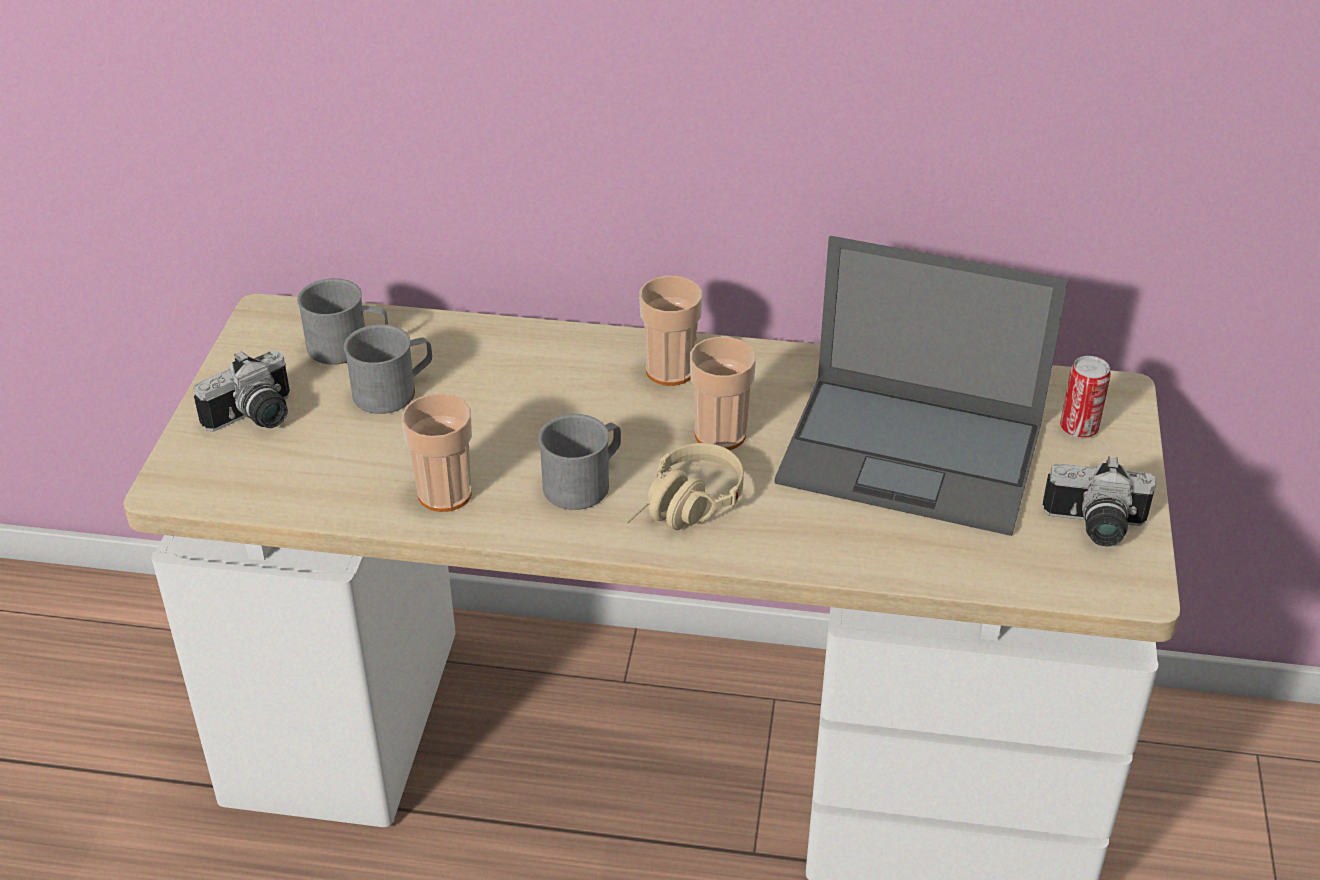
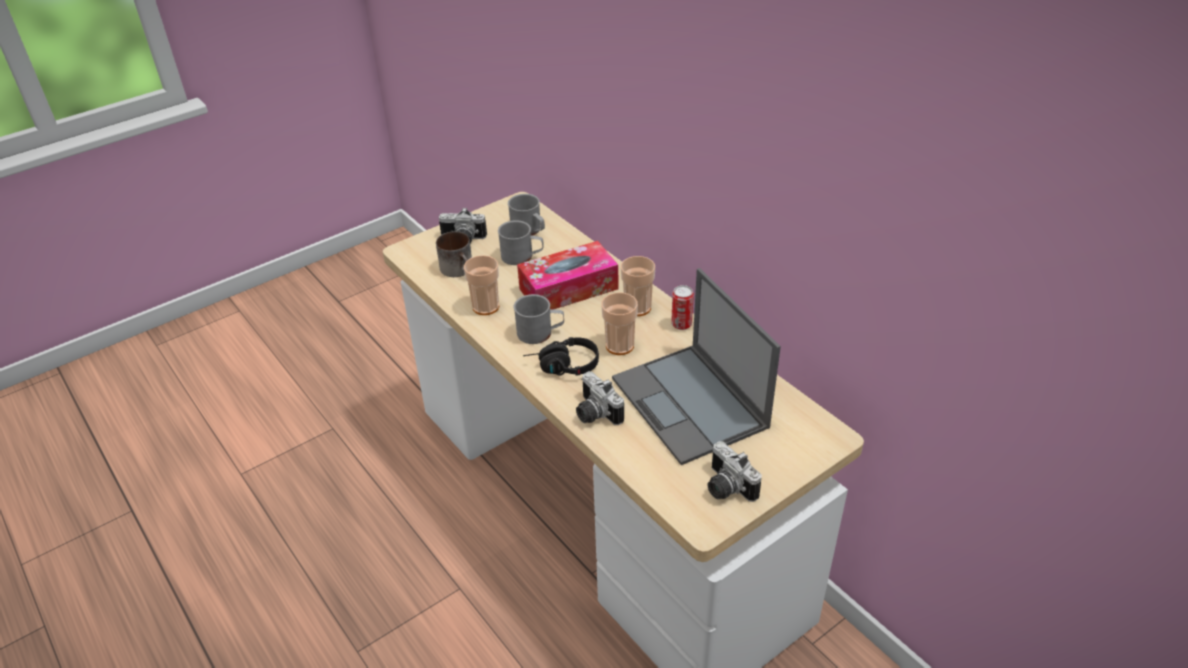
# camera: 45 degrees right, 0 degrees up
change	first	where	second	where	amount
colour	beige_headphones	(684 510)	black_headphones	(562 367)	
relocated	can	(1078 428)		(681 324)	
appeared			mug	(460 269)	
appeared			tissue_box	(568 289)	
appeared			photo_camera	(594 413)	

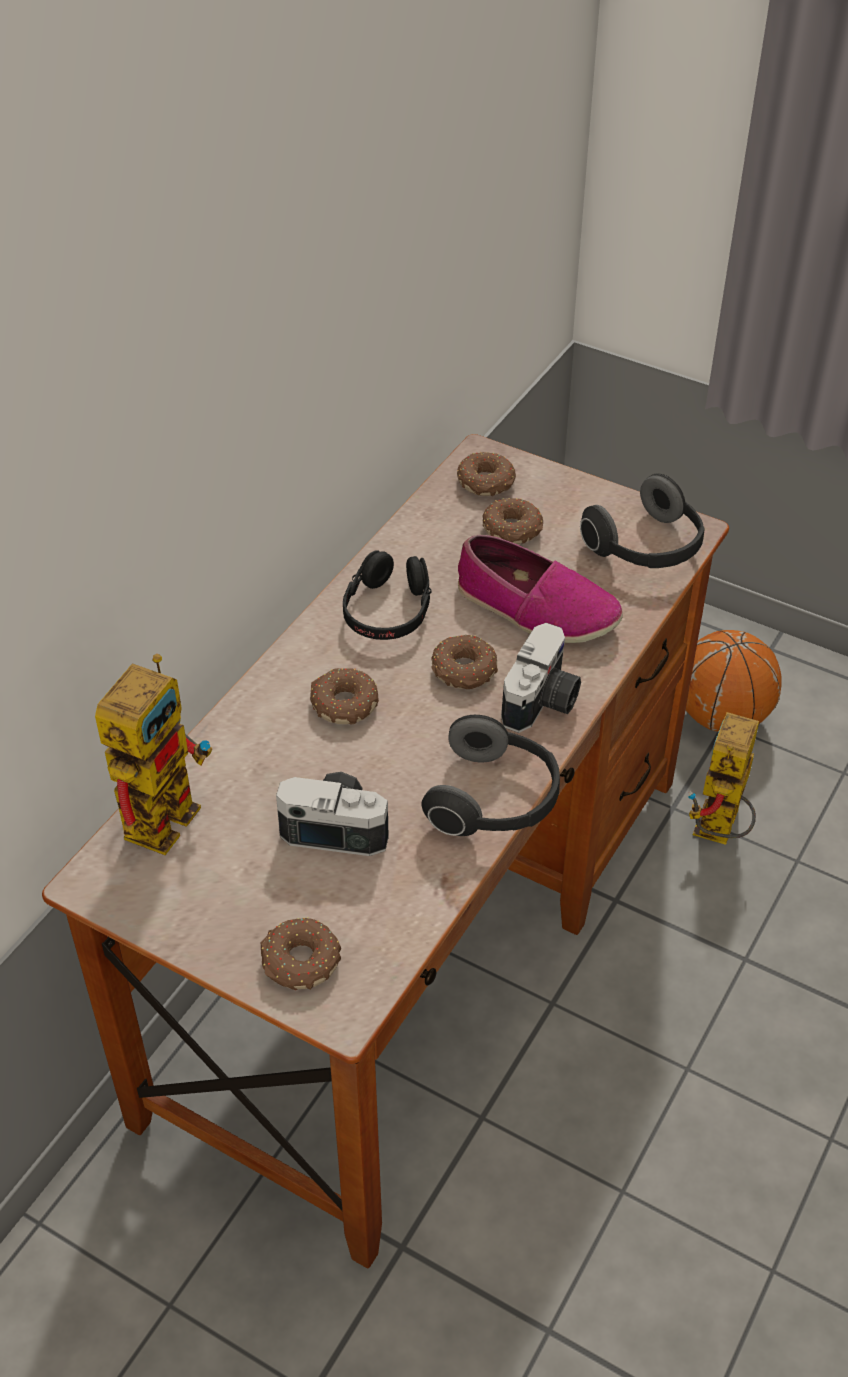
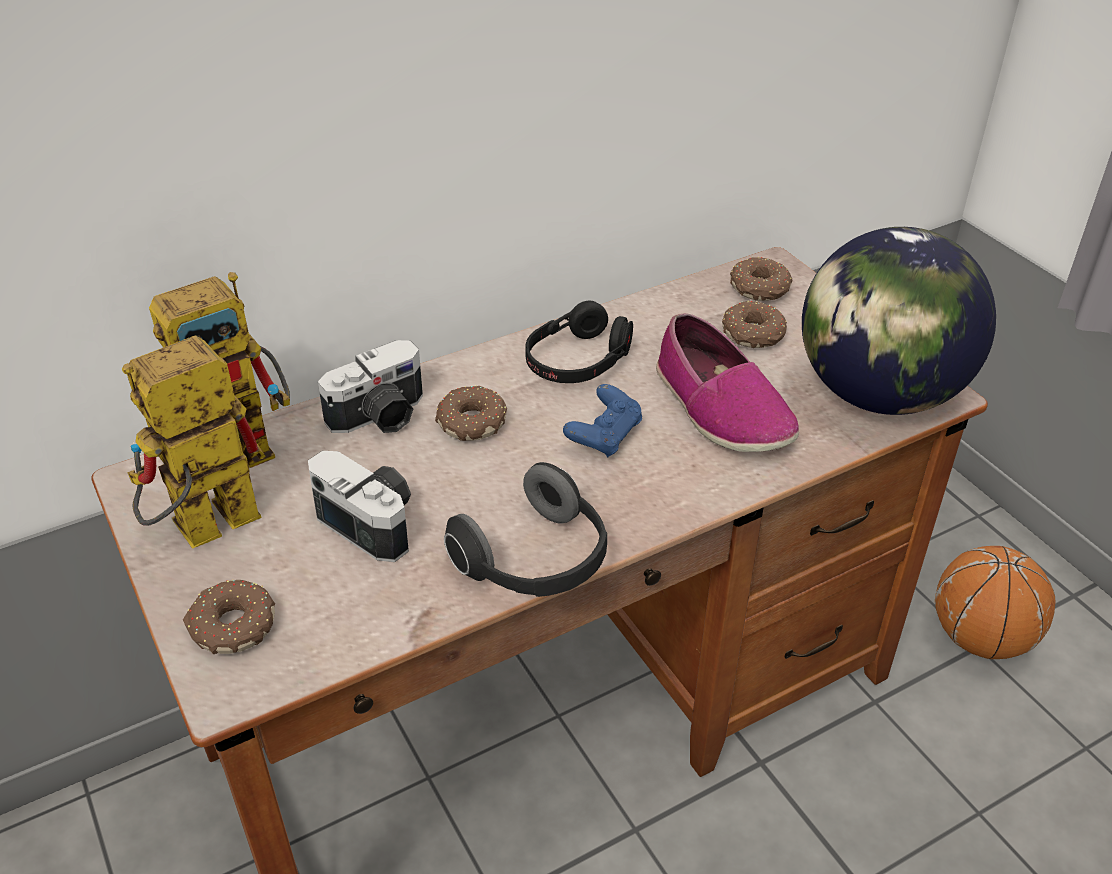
# camera: 30 degrees right, 5 degrees down
change	first	where	second	where	amount
exchanged	donut	(464 671)	blue_game_controller	(604 436)	
relocated	photo_camera	(543 702)		(381 417)	
exchanged	headphones	(647 548)	globe	(879 394)	
relocated	toy_robot	(718 833)		(203 533)	

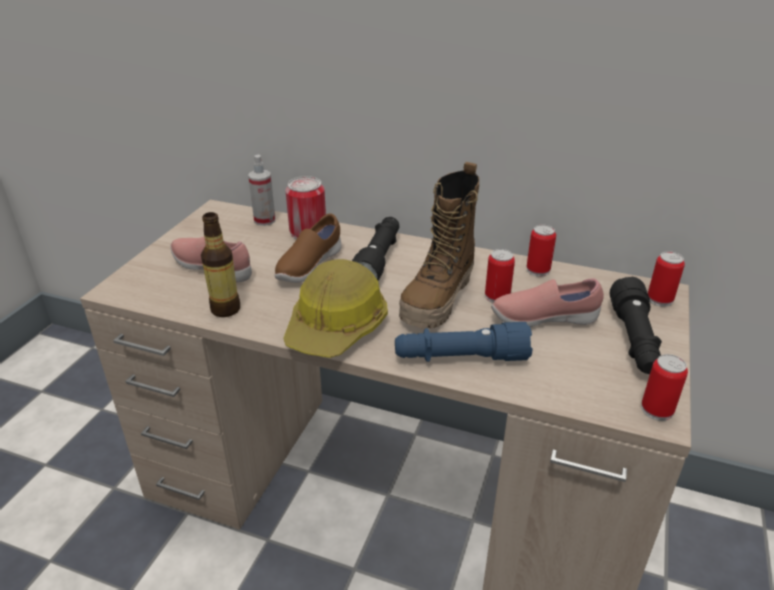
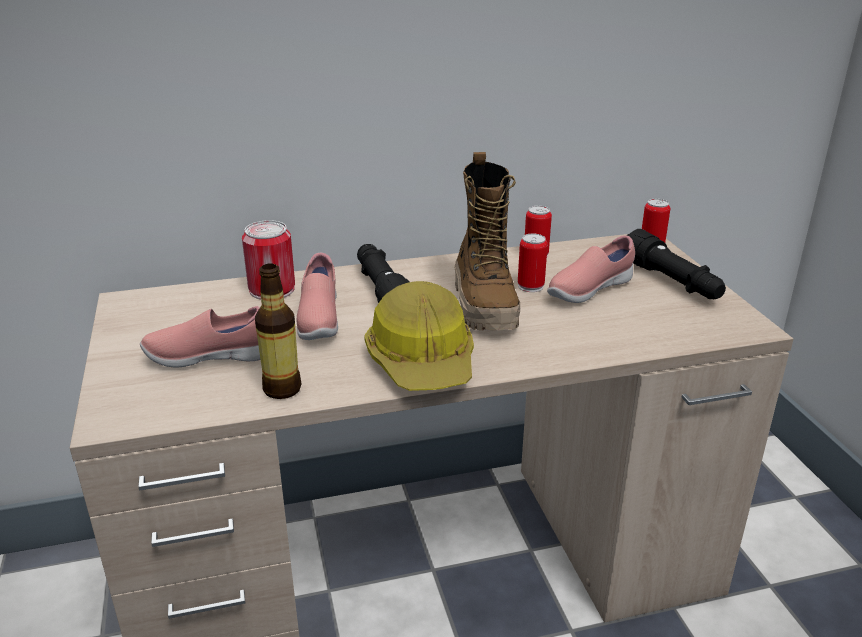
# camera: 35 degrees left, 5 degrees down
change	first	where	second	where	amount
missing	spray_bottle	(264 220)			
colour	brown_shoe	(308 266)	pink_shoe	(318 320)	
missing	blue_flashlight	(460 358)			
missing	can	(657 410)			

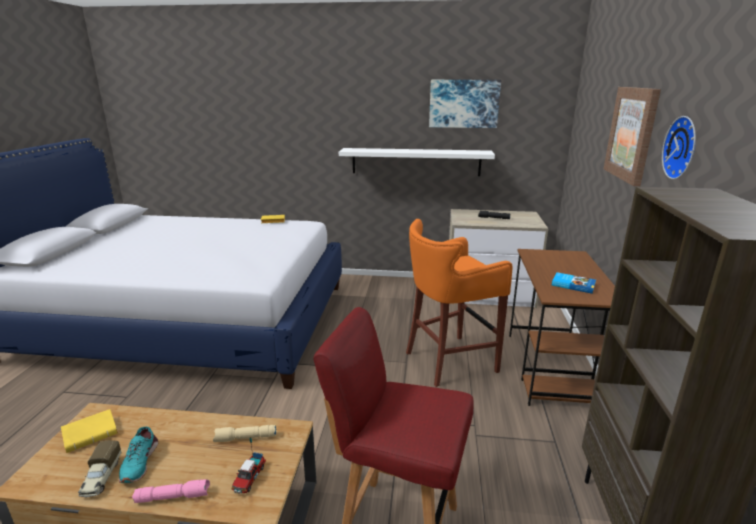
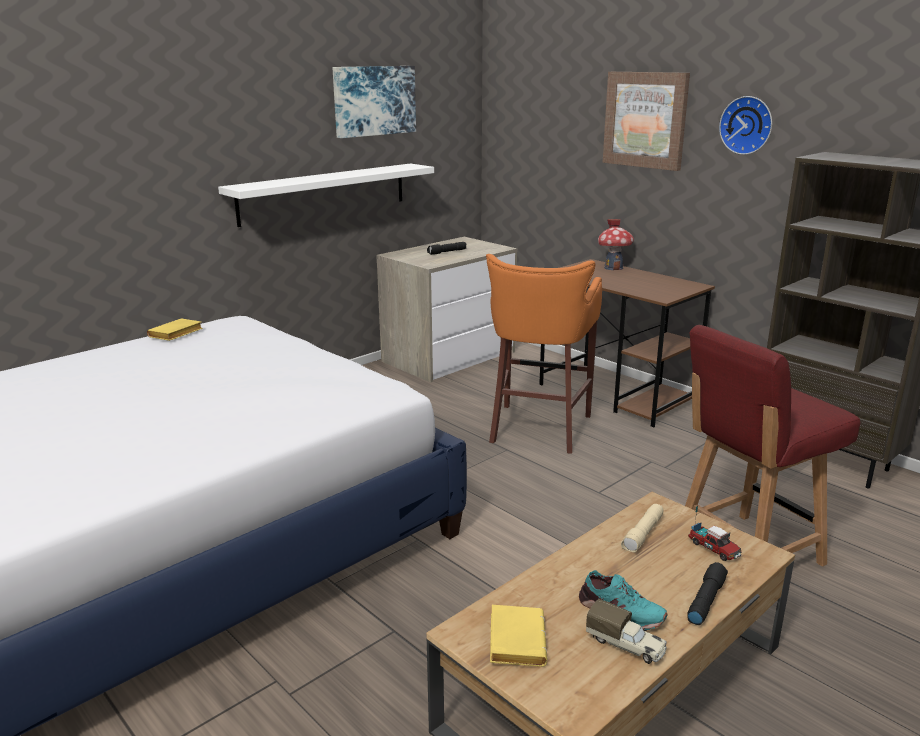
# camera: 50 degrees left, 0 degrees up
change	first	where	second	where	amount
colour	pink_flashlight	(174 496)	black_flashlight	(705 600)	
missing	book	(573 285)			
appeared			toy_house	(613 267)	

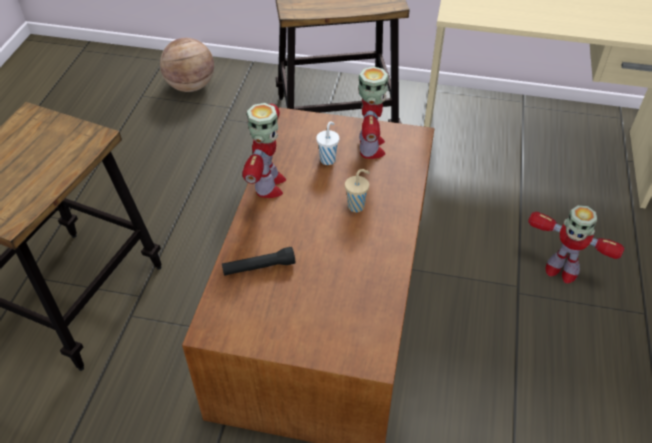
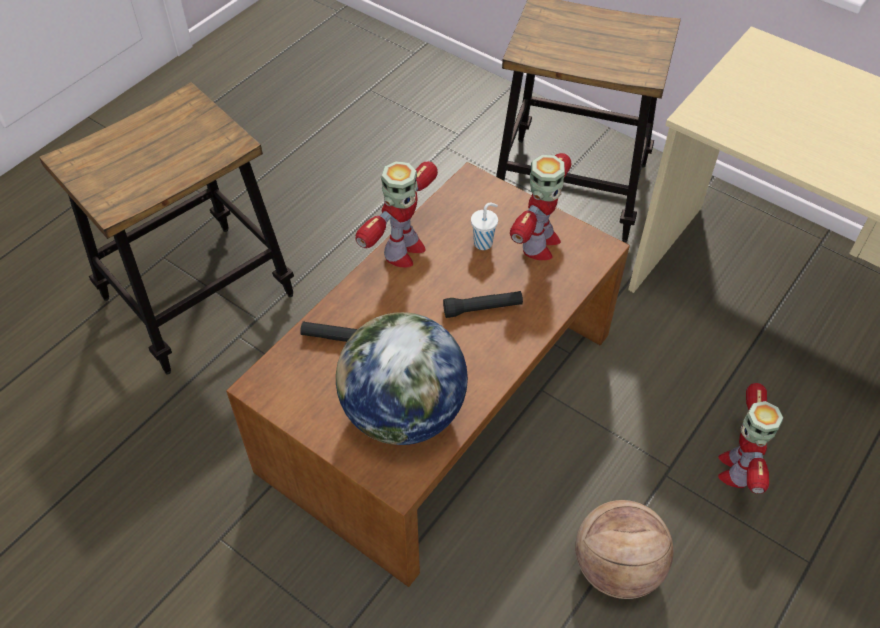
# camera: 25 degrees right, 5 degrees up
change	first	where	second	where	amount
relocated	basketball	(190 86)		(616 567)	
exchanged	beige_cup	(357 206)	black_flashlight	(482 308)	
spun	toy_robot	(560 270)		(735 468)	45 degrees clockwise
appeared			globe	(403 413)	

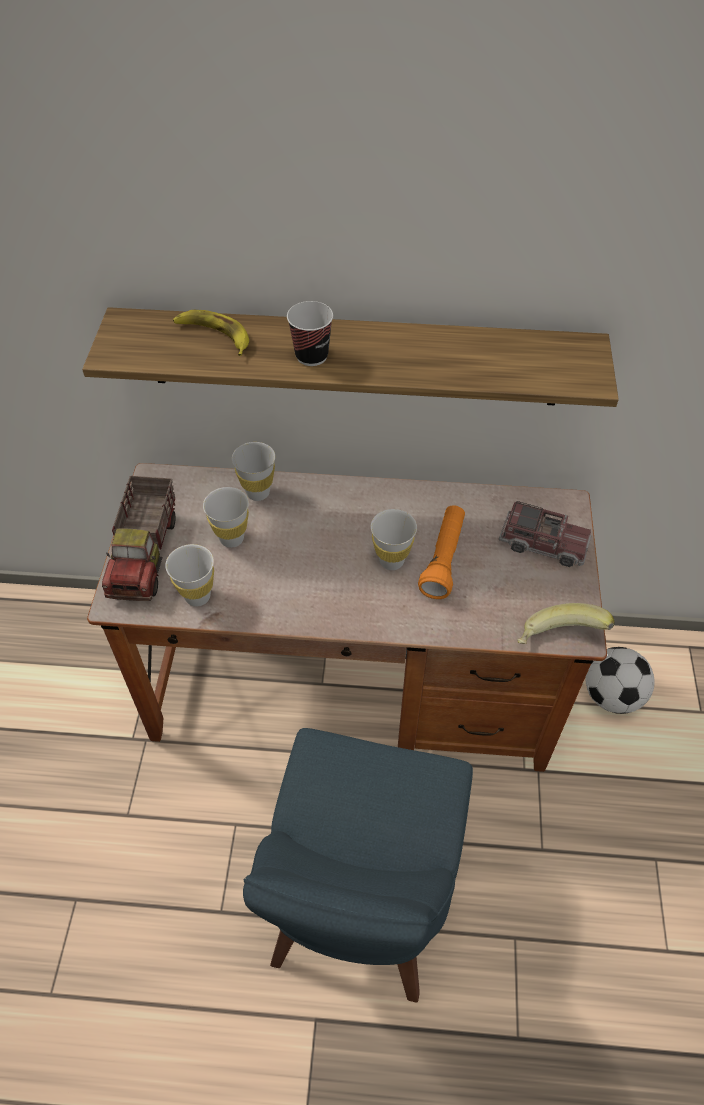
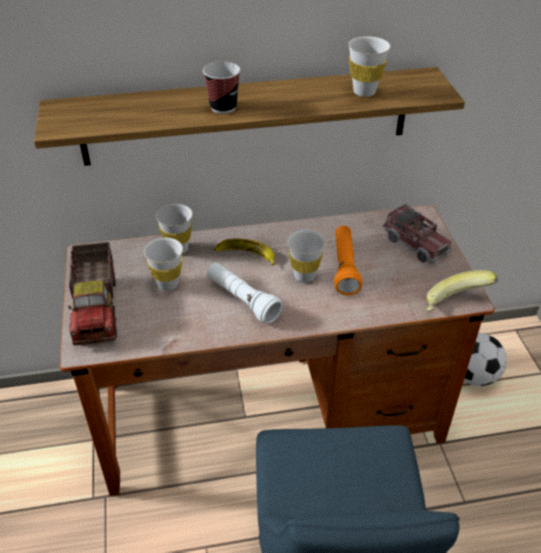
# camera: 15 degrees left, 10 degrees down
change	first	where	second	where	amount
relocated	white_cup	(197 596)		(364 92)	
relocated	banana	(214 335)		(245 254)	
spun	toy_truck	(543 544)		(415 244)	45 degrees clockwise
appeared			white_flashlight	(242 300)	

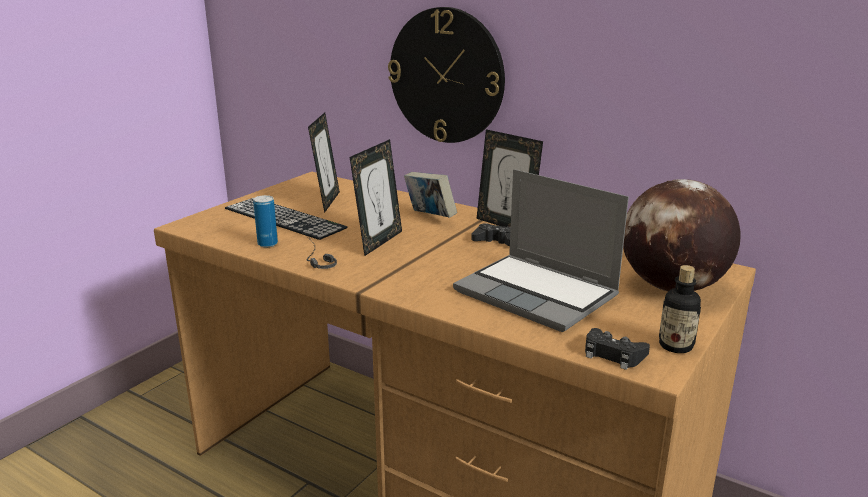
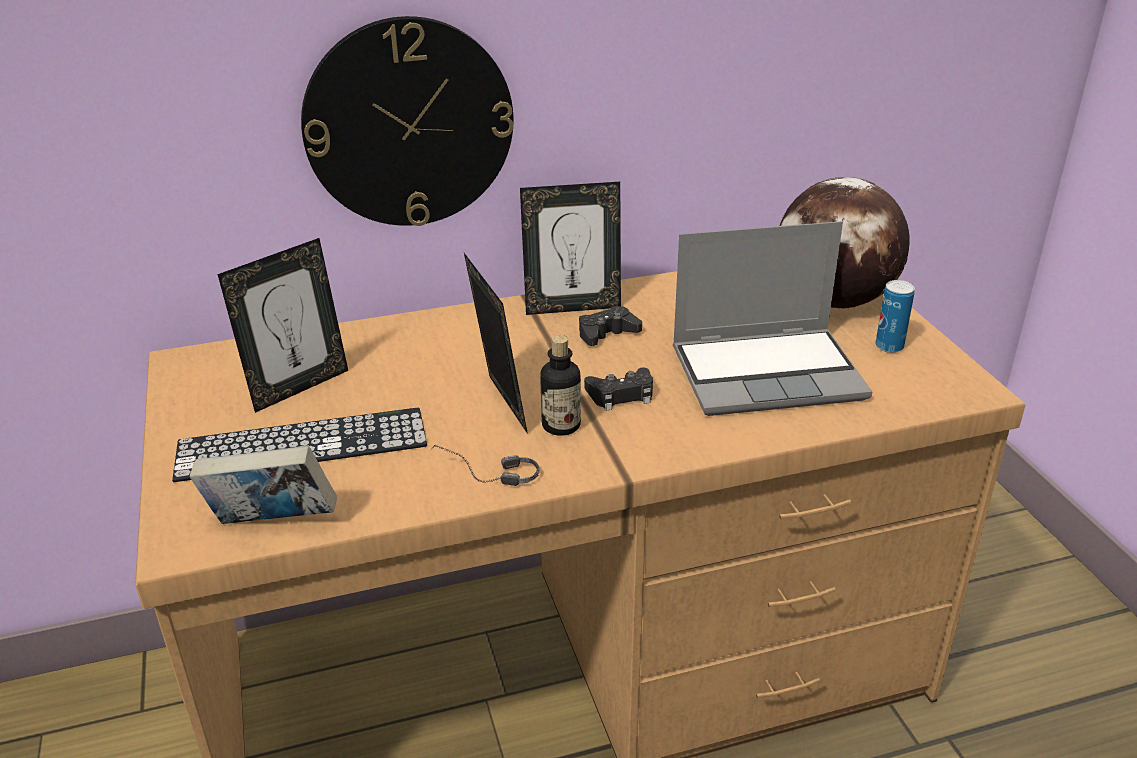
# camera: 50 degrees left, 10 degrees up
change	first	where	second	where	amount
relocated	can	(267 244)		(889 346)	
spun	picture_frame	(327 201)		(298 387)	90 degrees clockwise
relocated	book	(430 217)		(272 524)	
relocated	black_game_controller	(613 354)		(621 395)	
relocated	bottle	(675 346)		(561 425)	

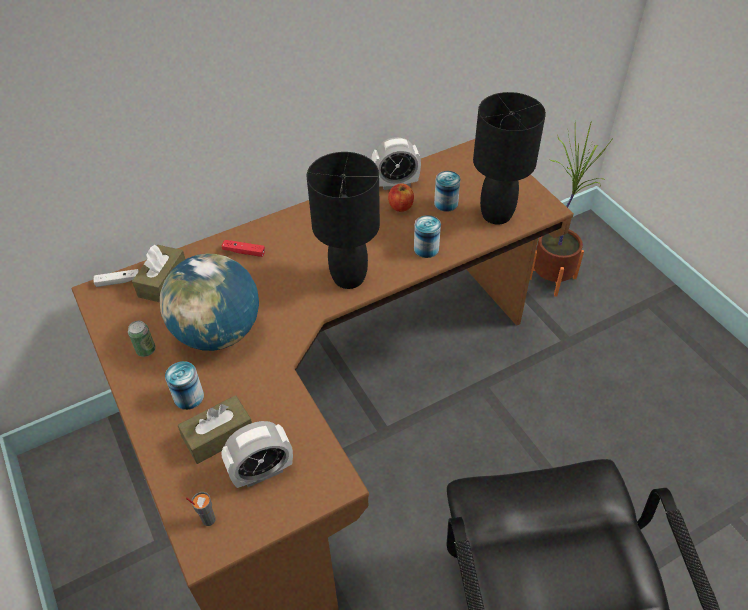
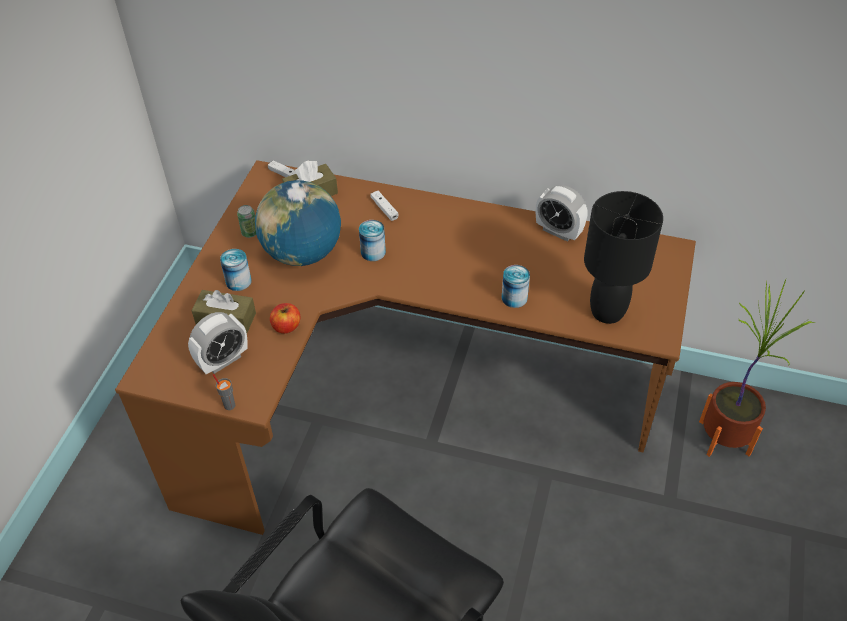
# camera: 45 degrees right, 0 degrees up
change	first	where	second	where	amount
relocated	grey_cup	(208 519)		(229 405)	
spun	alarm_clock	(262 472)		(223 360)	60 degrees counterclockwise
colour	red_game_controller	(244 252)	white_game_controller	(384 209)	
missing	black_table_lamp	(349 278)			
relocated	apple	(400 206)		(286 326)	
relocated	can	(446 203)		(373 252)	

